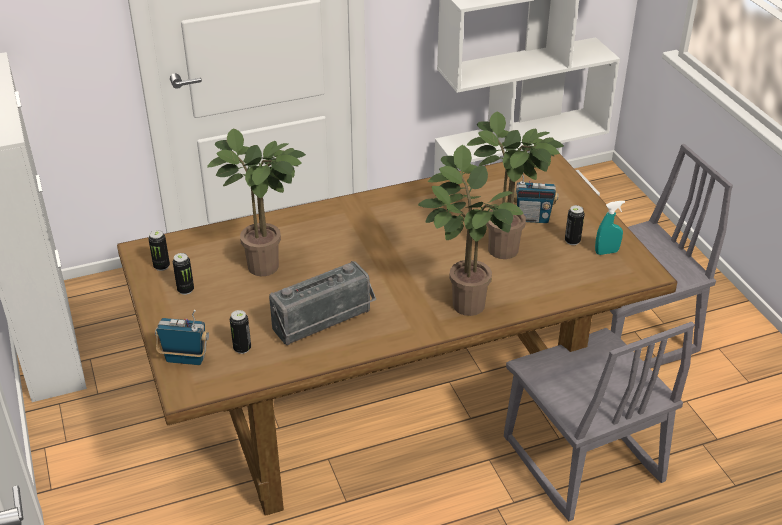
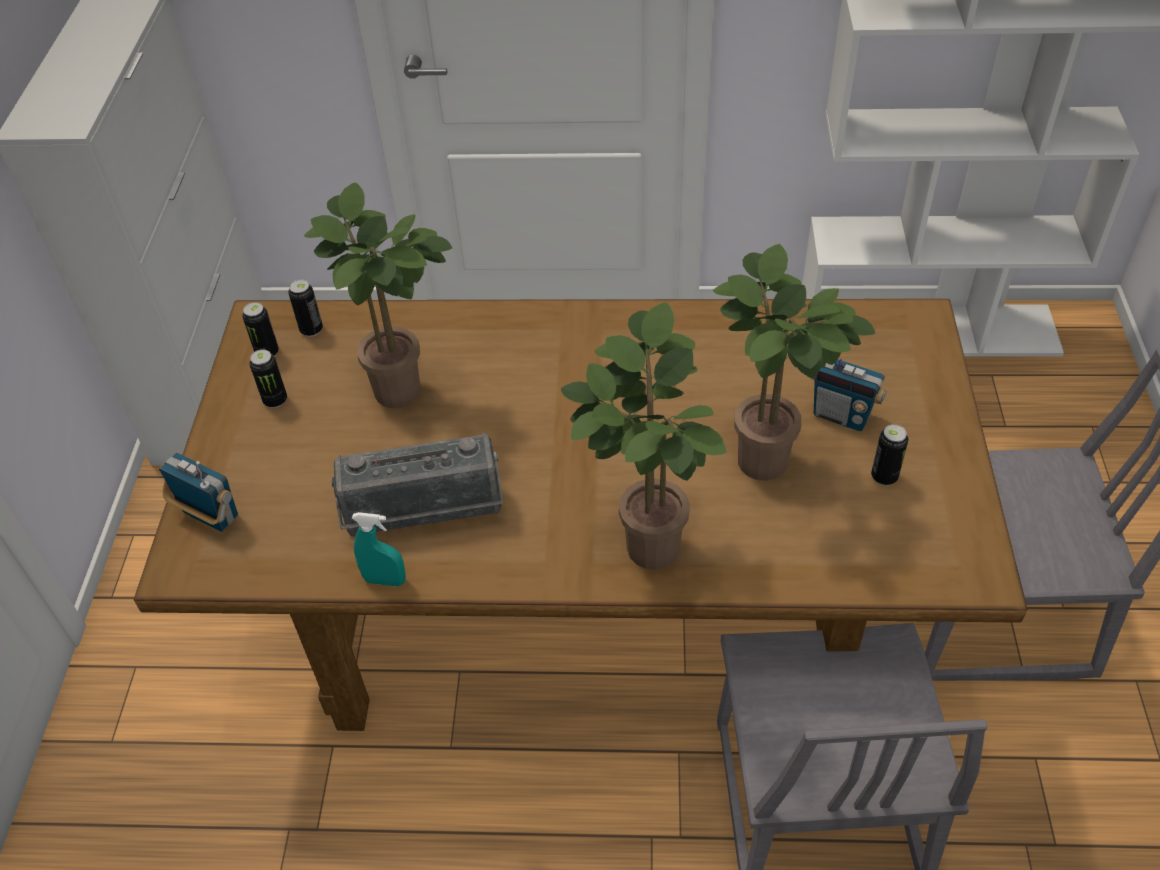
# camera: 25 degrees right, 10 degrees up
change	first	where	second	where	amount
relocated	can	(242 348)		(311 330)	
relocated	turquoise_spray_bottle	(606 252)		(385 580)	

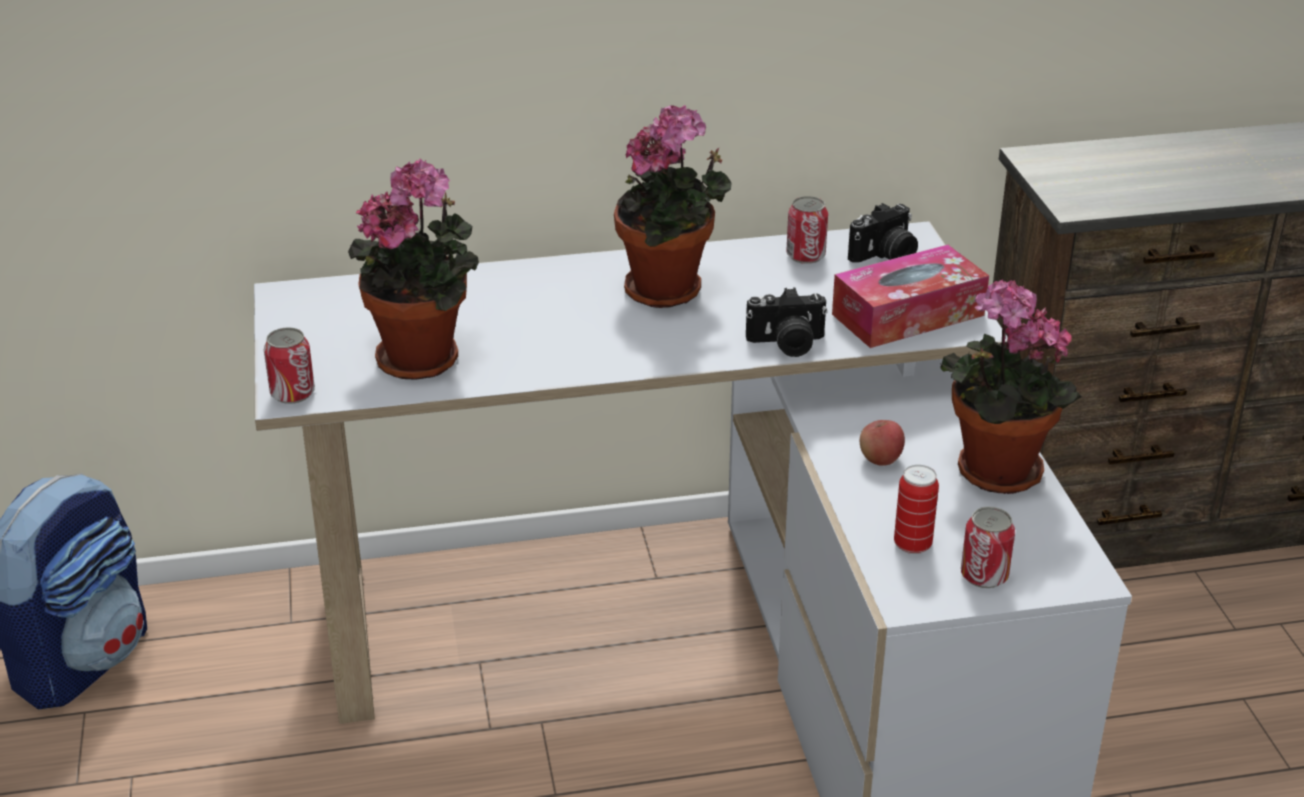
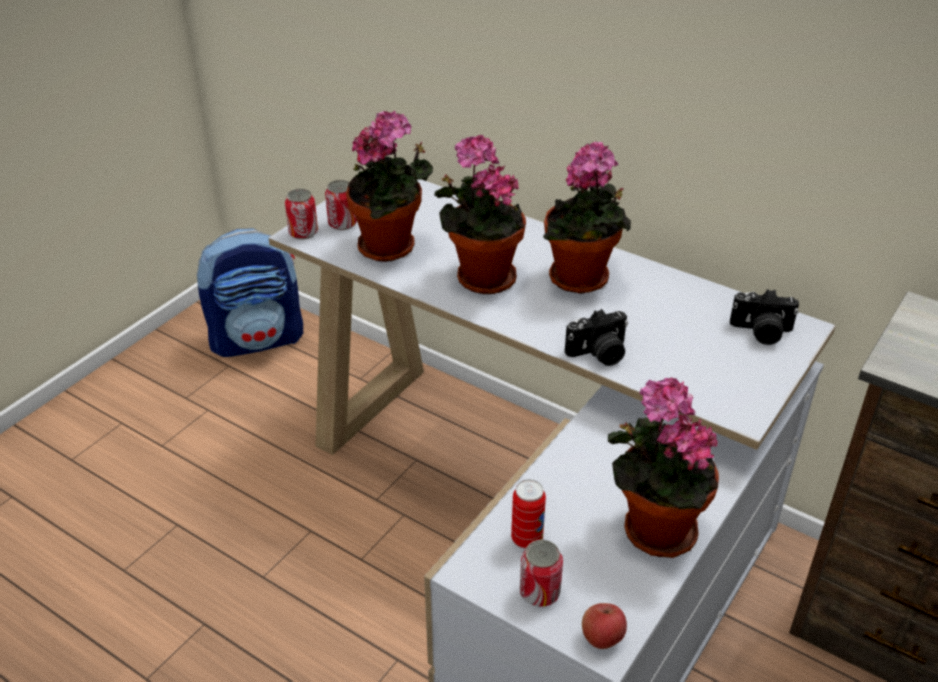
# camera: 45 degrees right, 5 degrees up
change	first	where	second	where	amount
spun	photo_camera	(786 344)		(599 354)	60 degrees counterclockwise
relocated	can	(805 256)		(342 223)	
missing	tissue_box	(908 315)			
relocated	apple	(880 459)		(602 638)	
appeared			potted_plant	(480 277)	

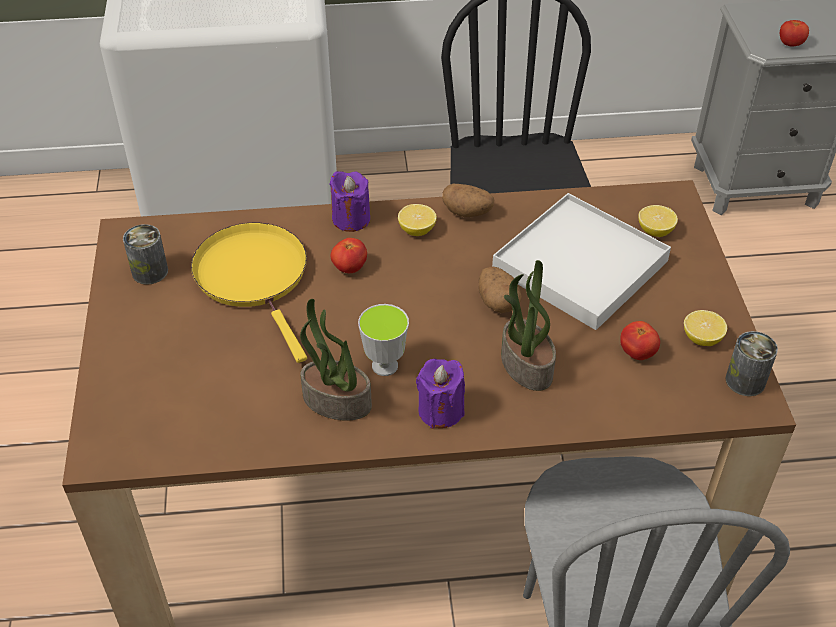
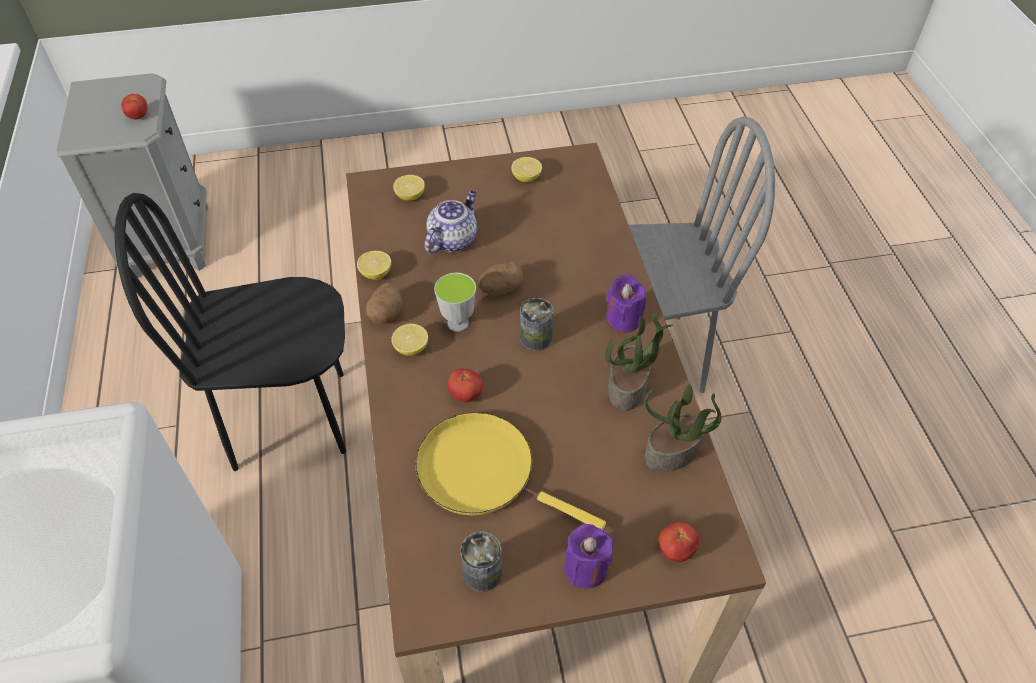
# camera: 95 degrees left, 5 degrees up
change	first	where	second	where	amount
spun	yellow_frying_pan	(254 277)		(483 471)	60 degrees clockwise
relocated	purple_candle	(351 219)		(586 568)	
relocated	cup	(385 366)		(458 323)	
exchanged	white_tray	(580 265)	teapot	(453 239)	
relocated	potted_plant	(525 365)		(672 452)	
relocated	tomato	(637 353)		(675 550)	
relocated	can	(745 381)		(536 338)	
appeared			lemon	(376 273)	

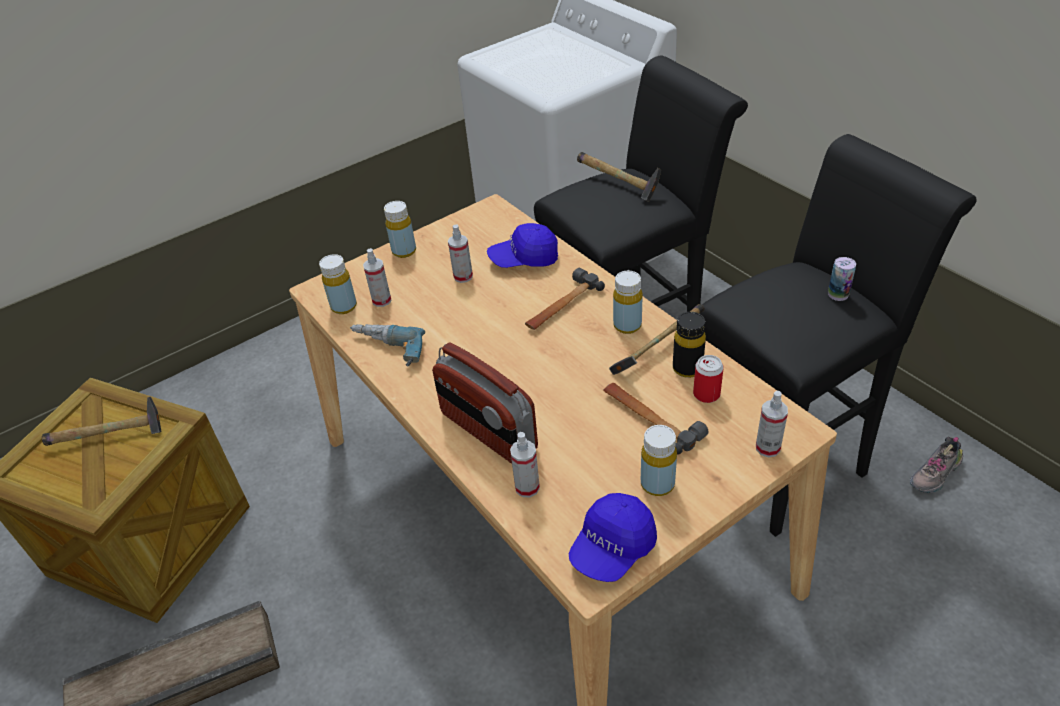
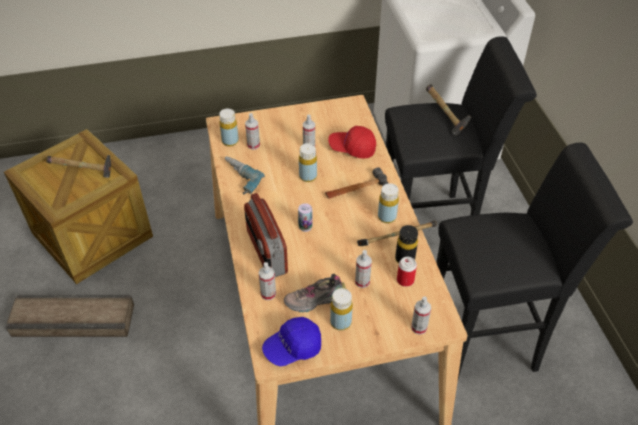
# camera: 20 degrees right, 5 degrees up
change	first	where	second	where	amount
relocated	yellow_bottle	(404 251)		(308 176)	
colour	blue_cap	(524 259)	red_cap	(352 148)	
exchanged	hammer	(650 418)	spray_bottle	(362 282)	
relocated	can	(838 294)		(305 226)	
relocated	shoe	(935 475)		(315 301)	

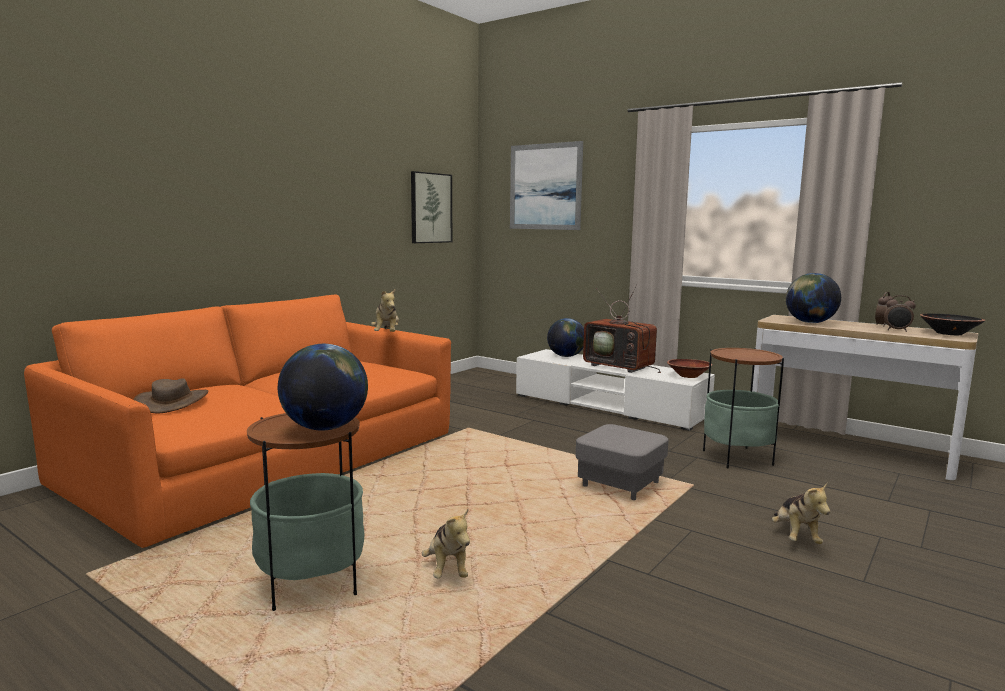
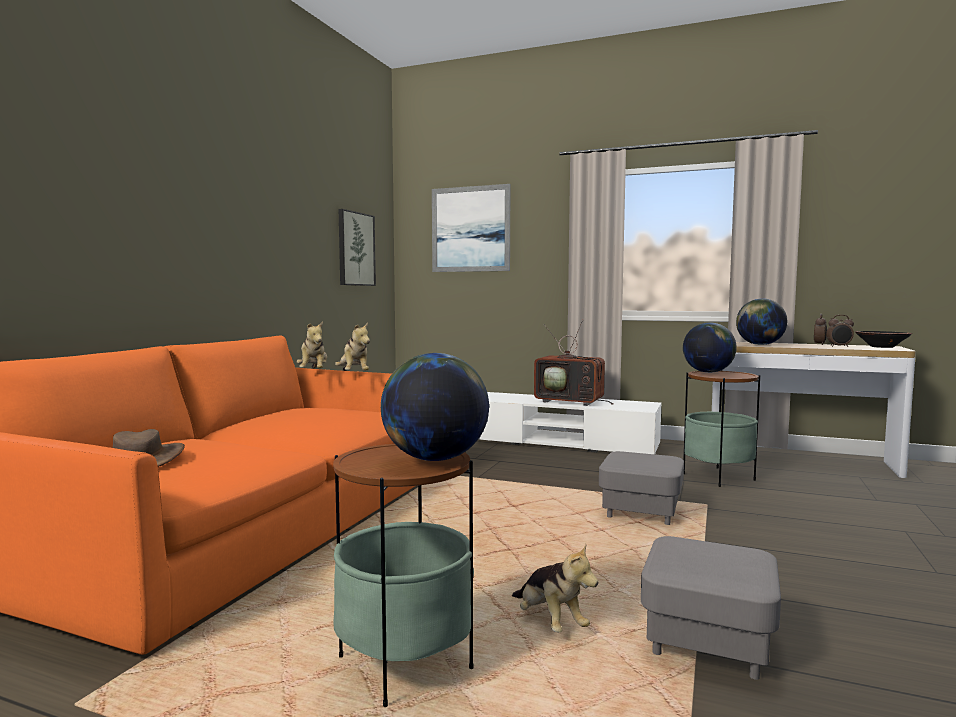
# camera: 15 degrees left, 5 degrees down
change	first	where	second	where	amount
relocated	globe	(566 356)		(708 372)	
missing	brown_bowl	(688 376)			
relocated	plush_toy	(795 537)		(314 372)	
appeared			grey_ottoman	(707 642)	

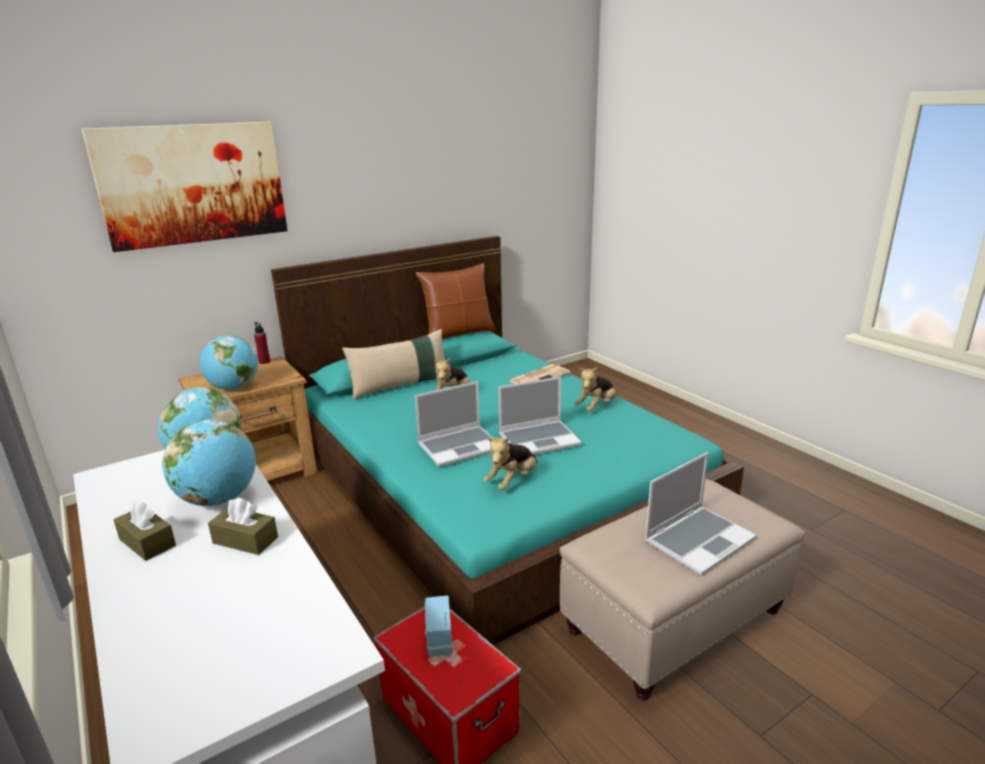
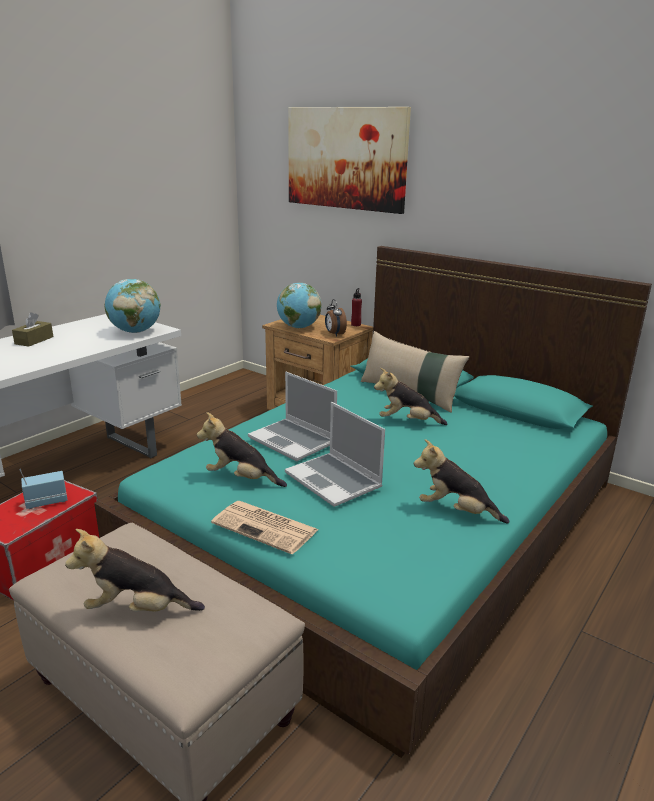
# camera: 70 degrees right, 0 degrees up
change	first	where	second	where	amount
missing	globe	(219 499)			
missing	brown_tissue_box	(245 540)			
missing	brown_pillow	(458 333)			
relocated	newspaper	(539 377)		(266 527)	
exchanged	laptop	(699 540)	plush_toy	(137 609)	
appeared			alarm_clock	(334 334)	

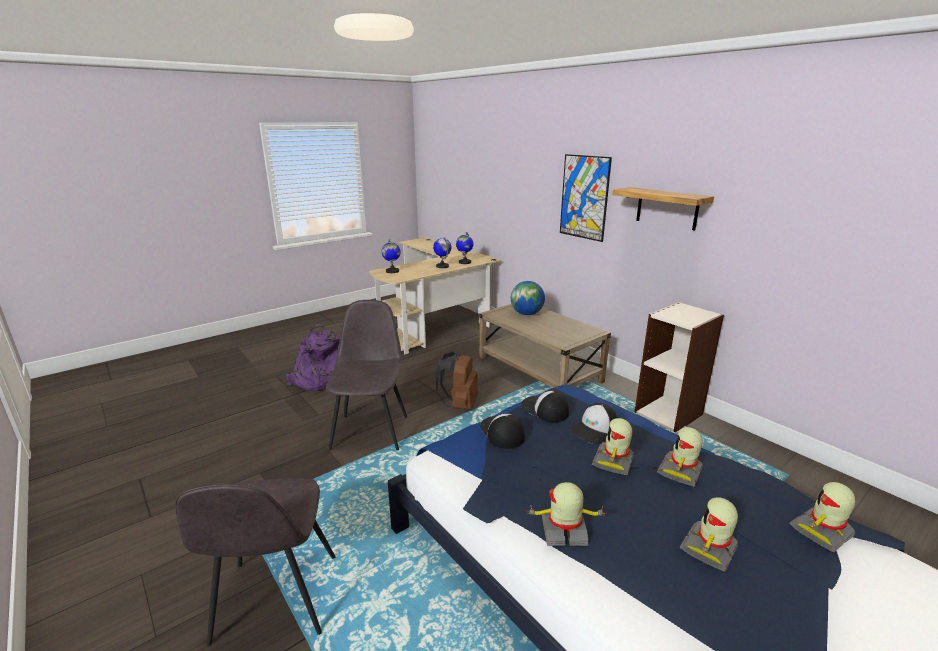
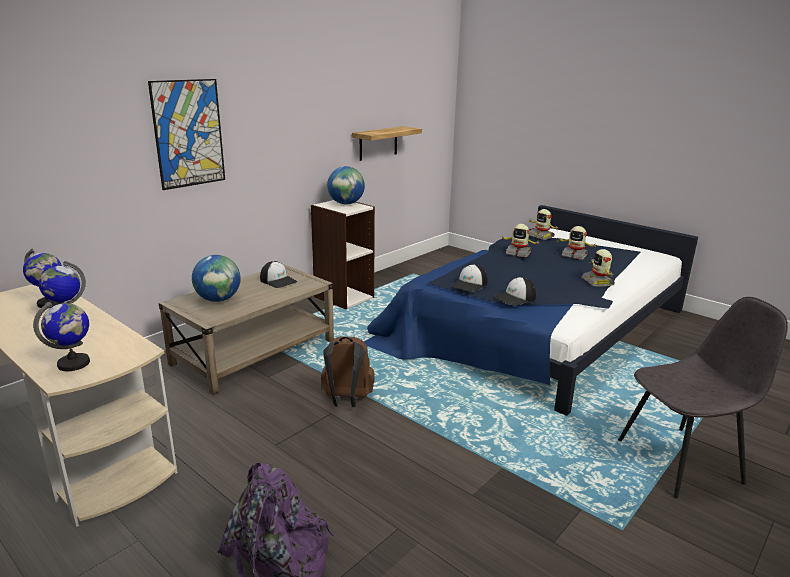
# camera: 100 degrees left, 0 degrees up
change	first	where	second	where	amount
missing	grey_chair	(370 431)			
relocated	cap	(594 430)		(278 281)	
missing	toy_robot	(614 462)			
relocated	shelf	(667 208)		(378 143)	
appeared			globe	(346 203)	

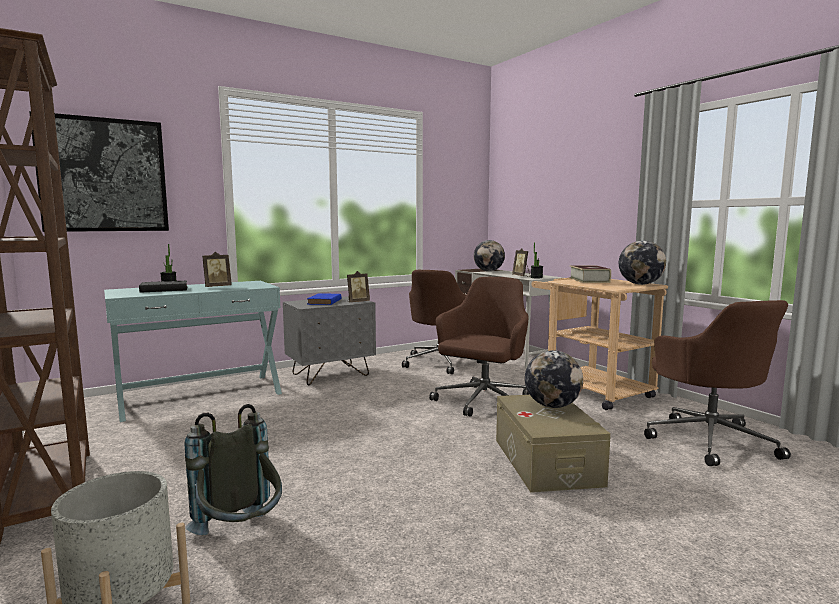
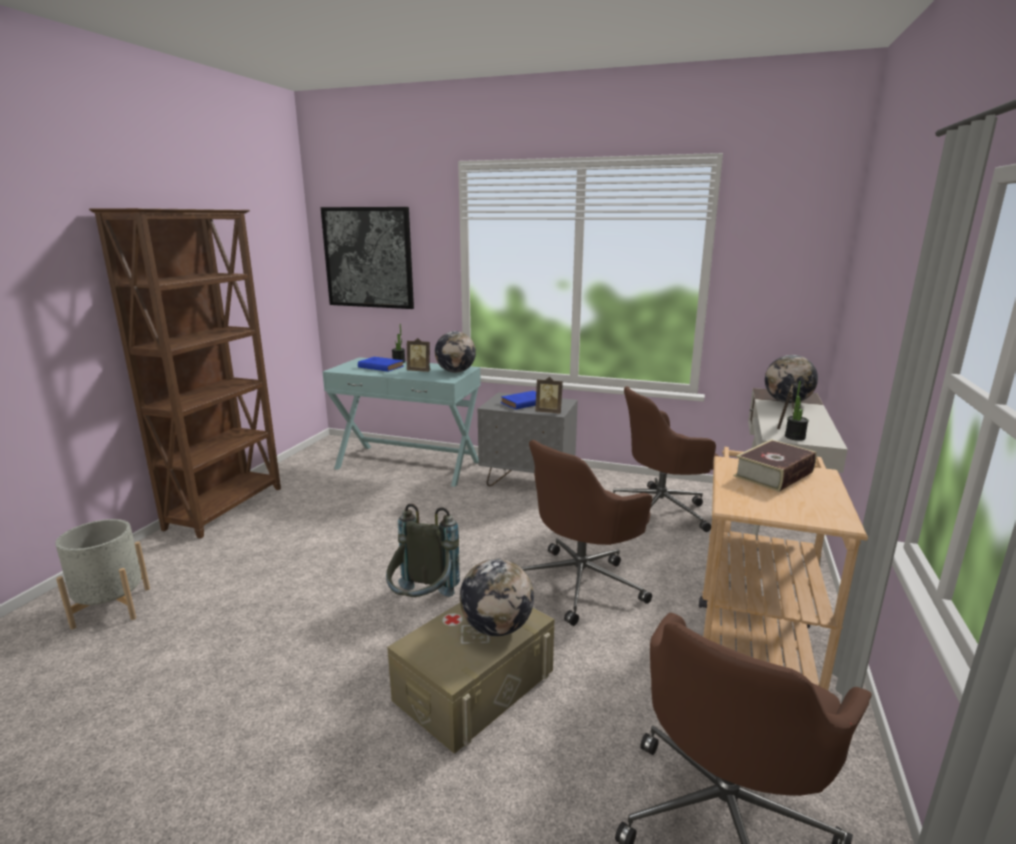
# camera: 50 degrees right, 10 degrees up
change	first	where	second	where	amount
colour	black_book	(163 290)	blue_book	(380 367)	
relocated	grey_backpack	(241 536)		(422 603)	
spun	brown_office_chair	(483 402)		(582 583)	150 degrees clockwise
relocated	globe	(640 284)		(456 372)	

